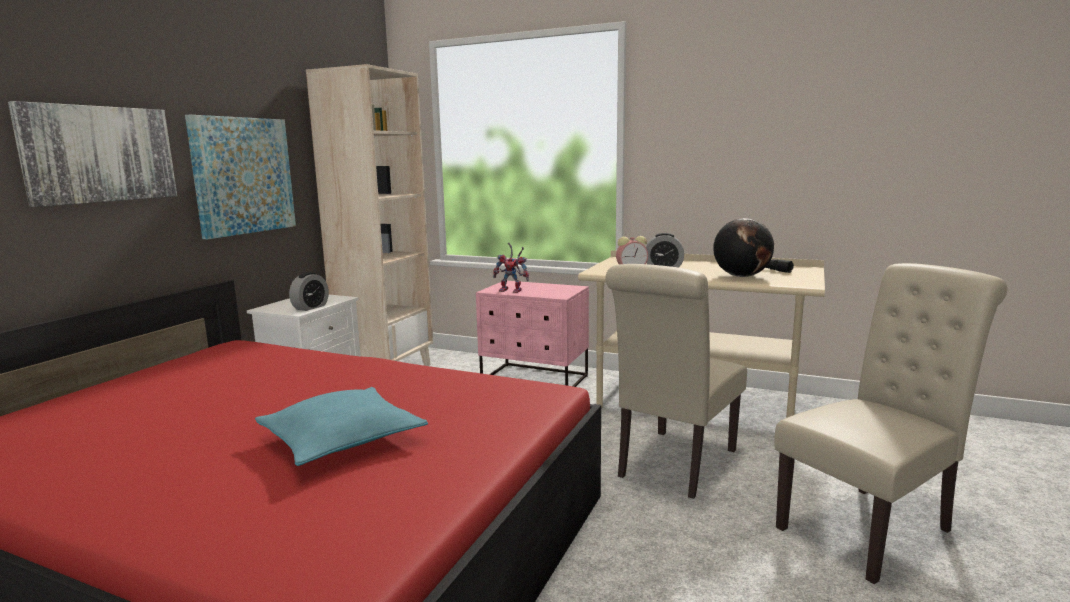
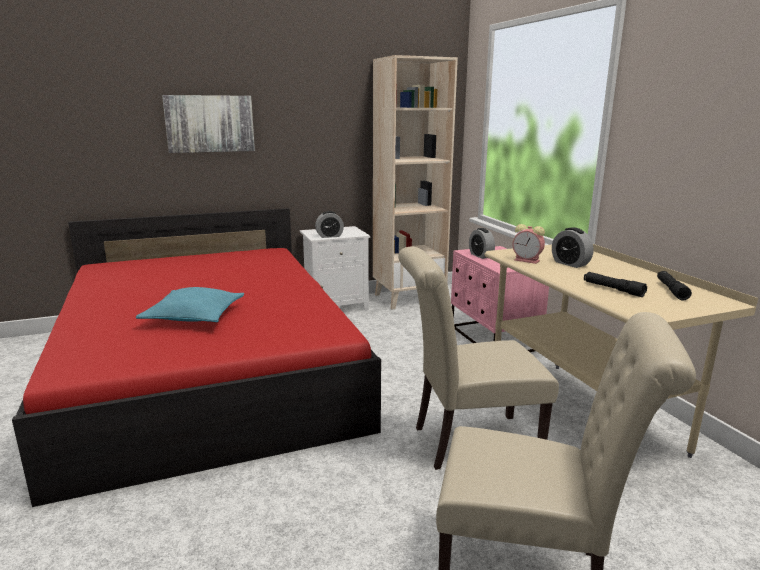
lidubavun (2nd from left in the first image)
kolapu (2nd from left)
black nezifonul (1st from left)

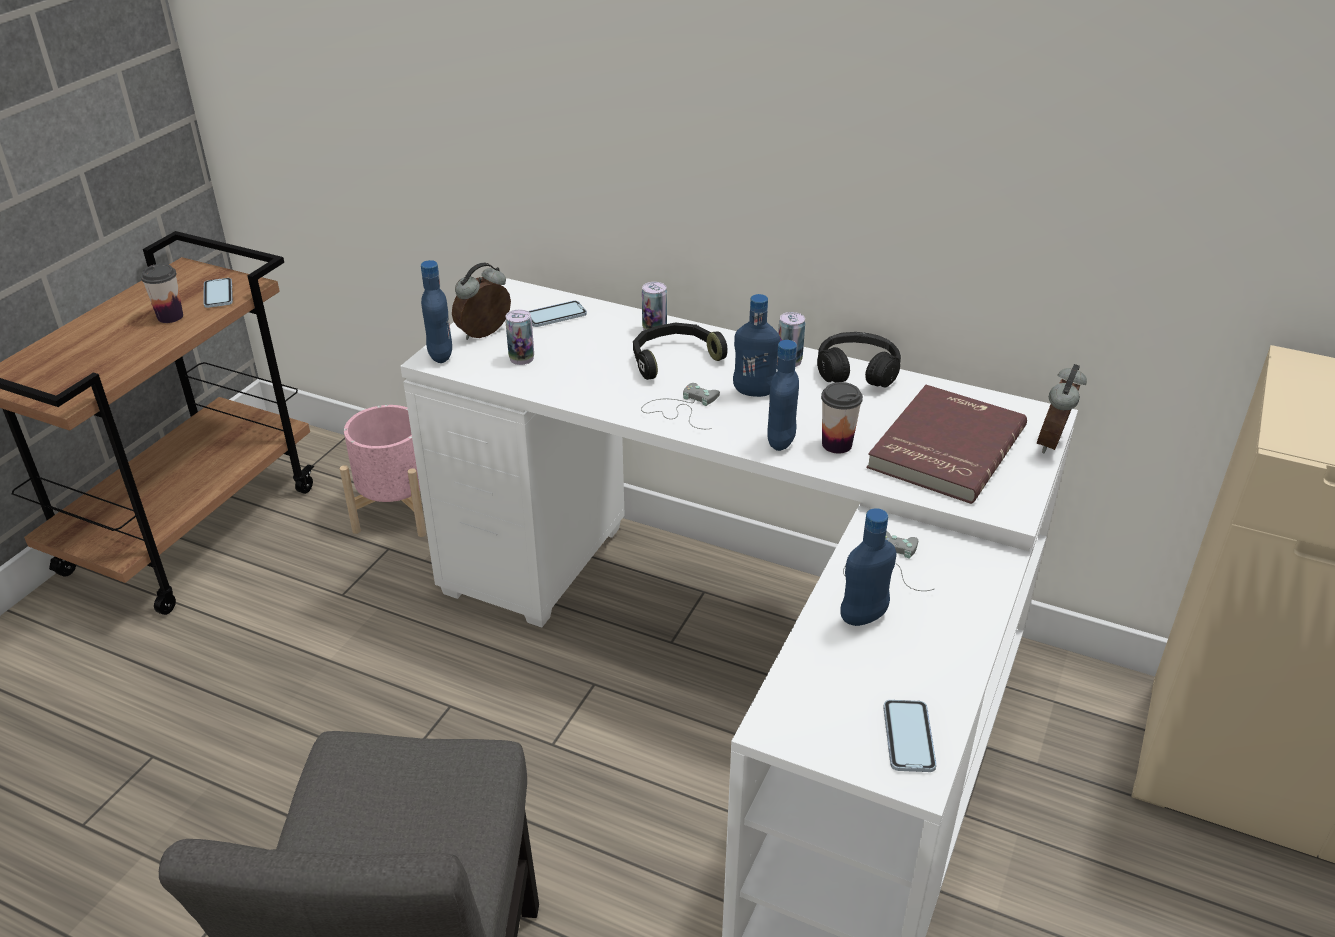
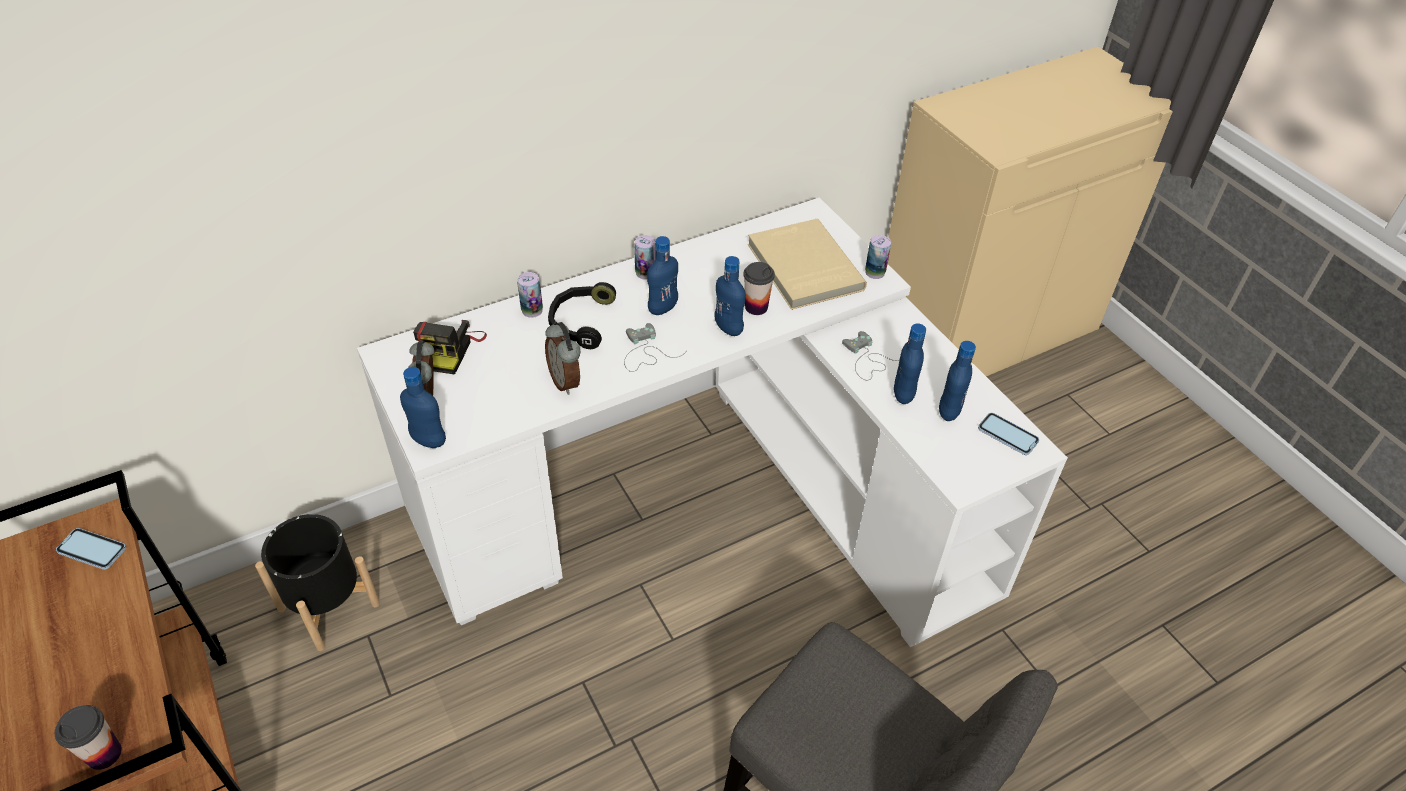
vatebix (1st from left)
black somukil
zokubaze (3rd from left)
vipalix
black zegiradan (2nd from left in the first image)
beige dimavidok
kolapu (2nd from left)
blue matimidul (5th from left)

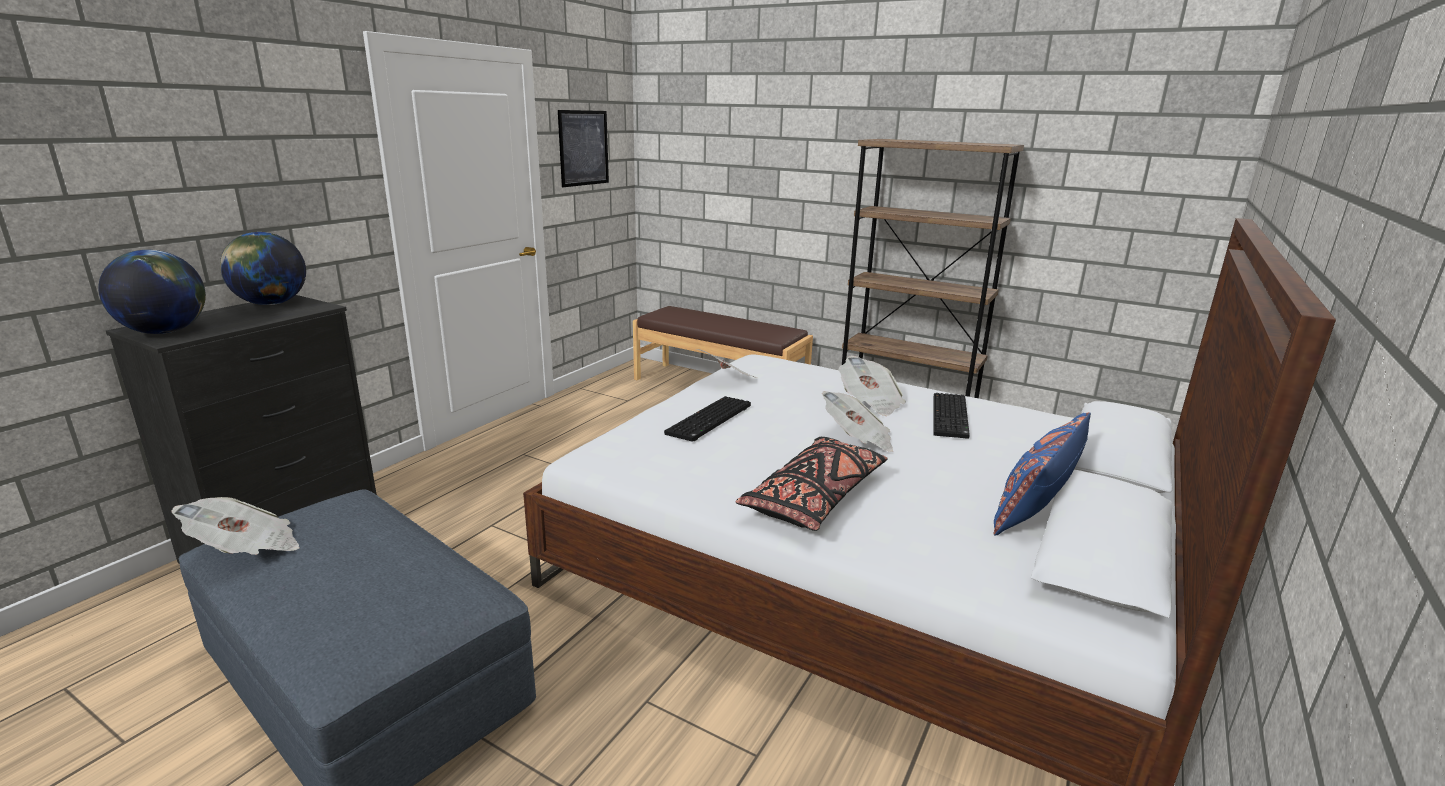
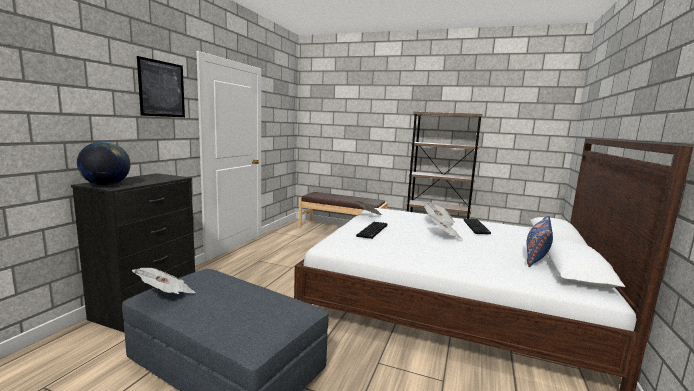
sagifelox (2nd from left in the first image)
lidubavun
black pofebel

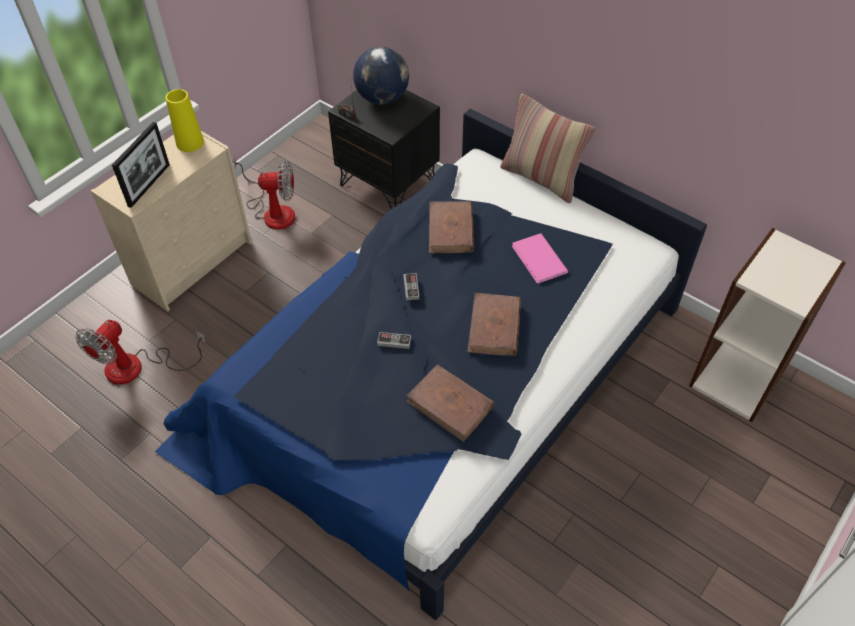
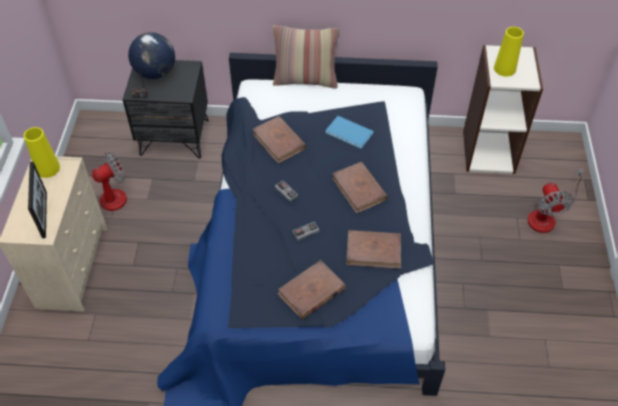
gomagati (2nd from left)
blue dimavidok
brown dimavidok (2nd from left)
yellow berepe (2nd from left)

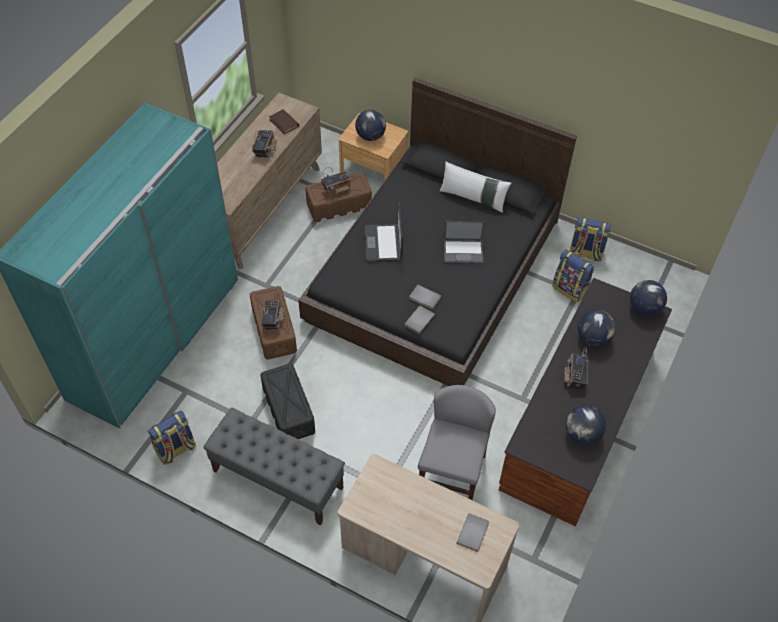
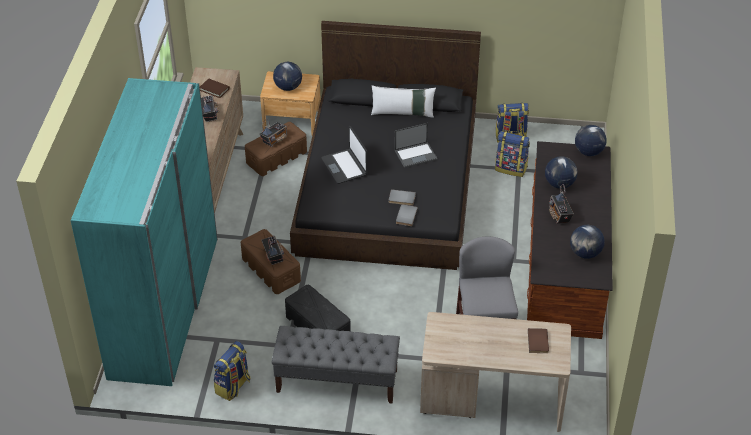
brown dimavidok (2nd from left)

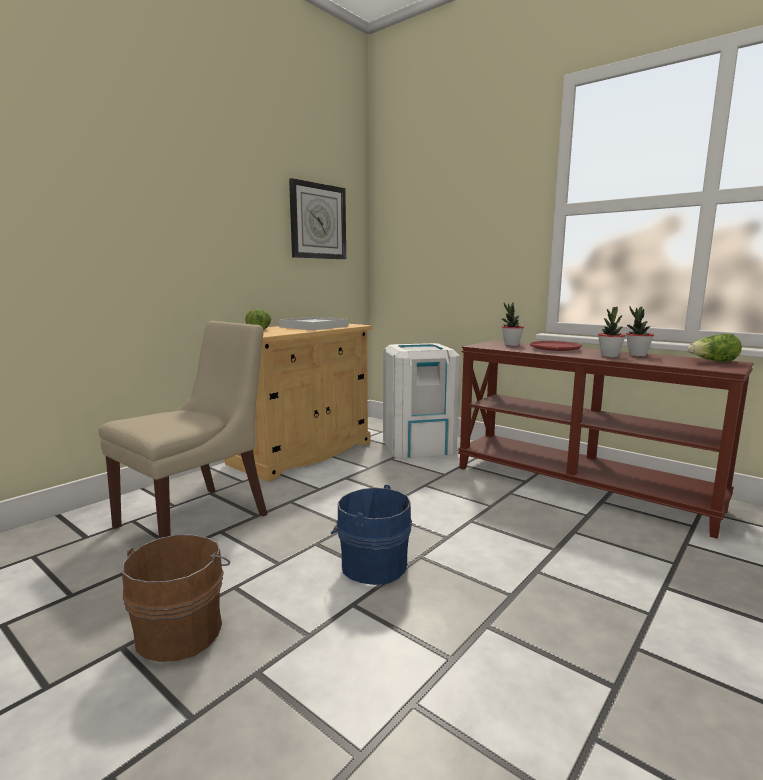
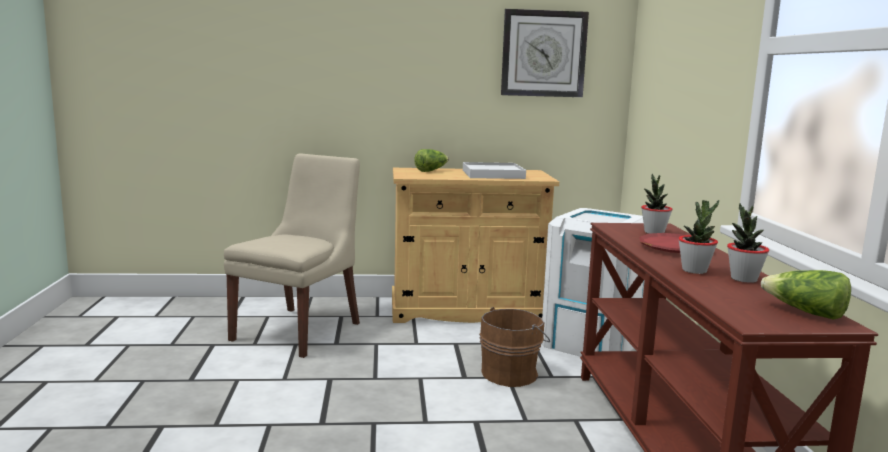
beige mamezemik
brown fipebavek
blue fipebavek

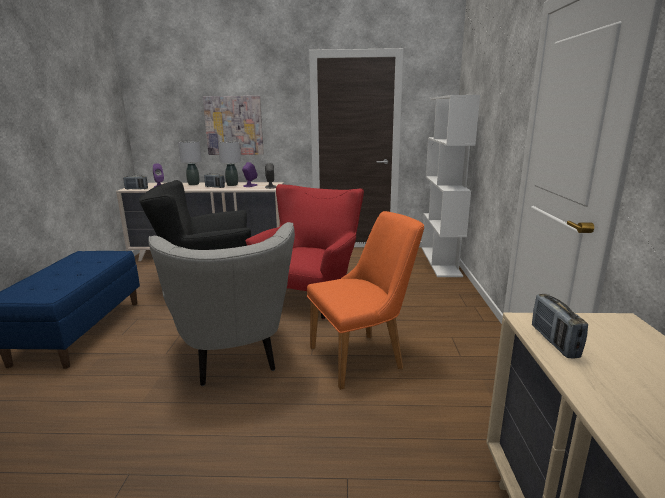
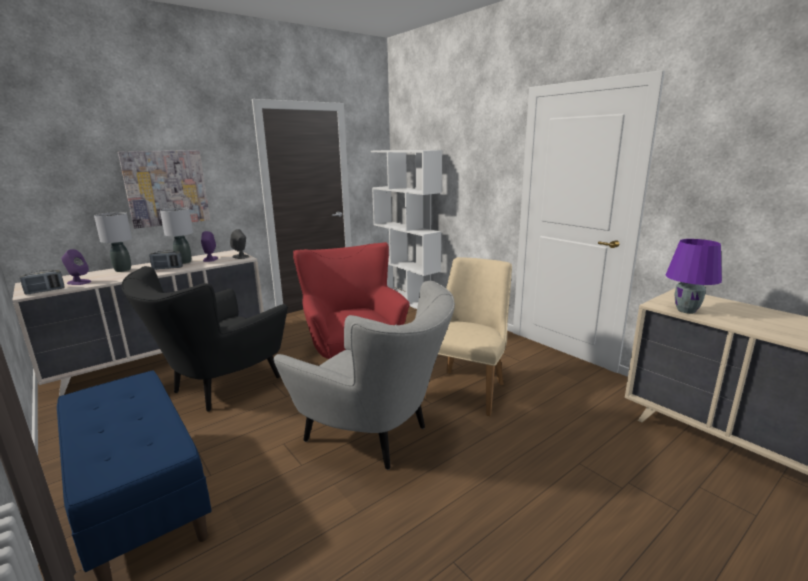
beige mamezemik
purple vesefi

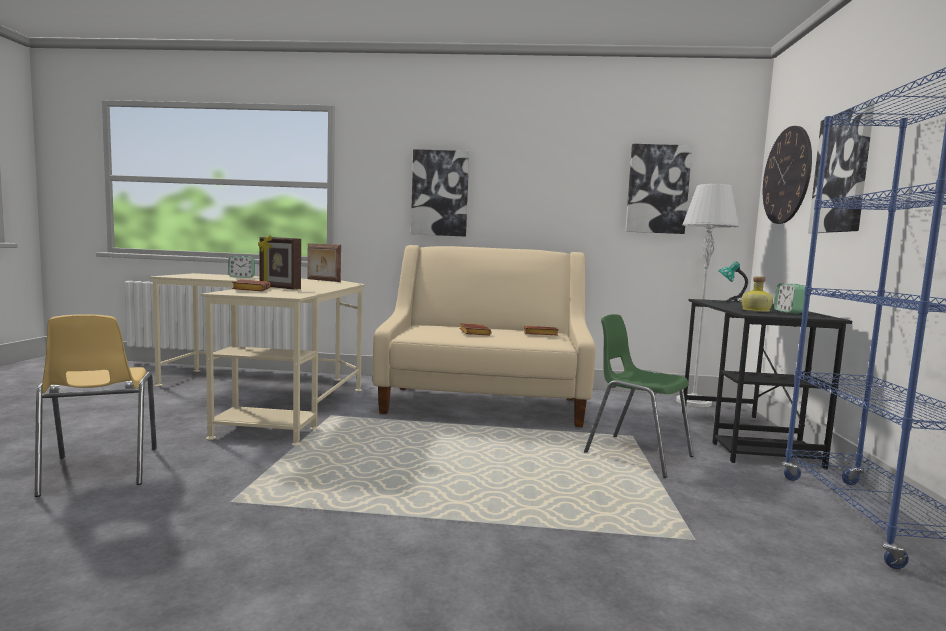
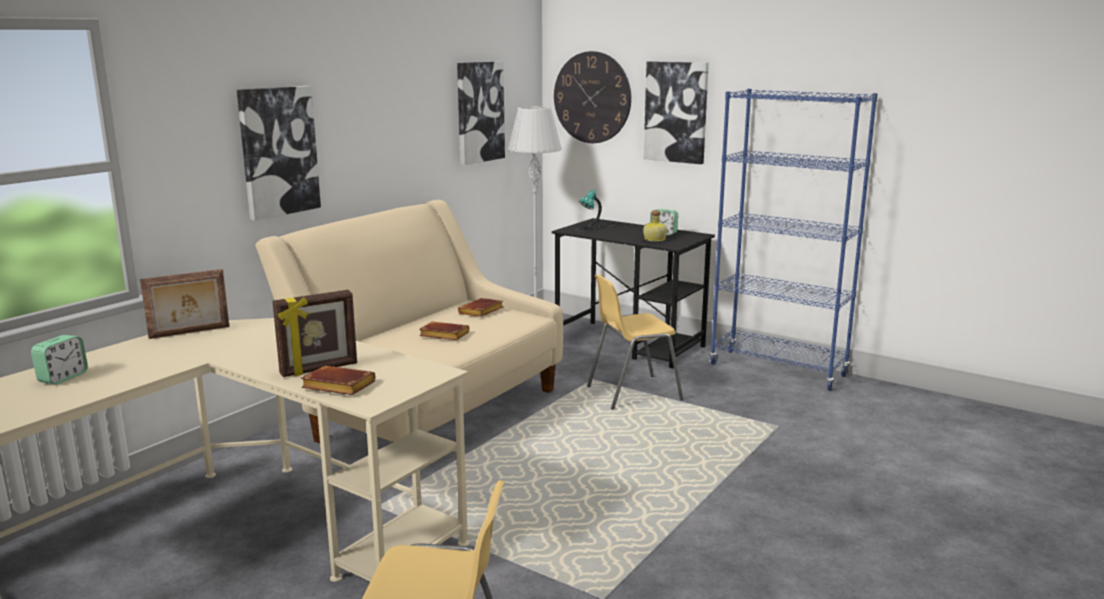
yellow mamezemik (2nd from left)

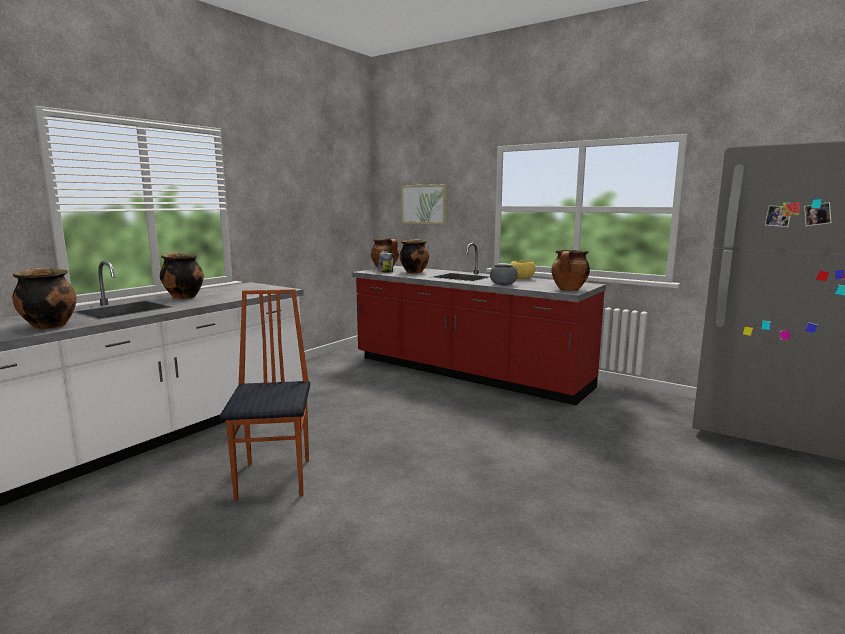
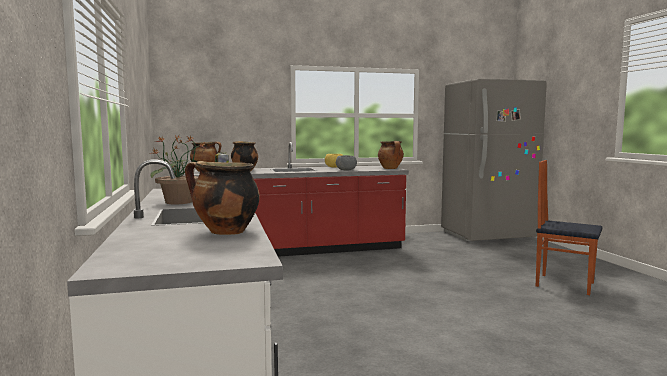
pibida
mamezemik
lidubavun

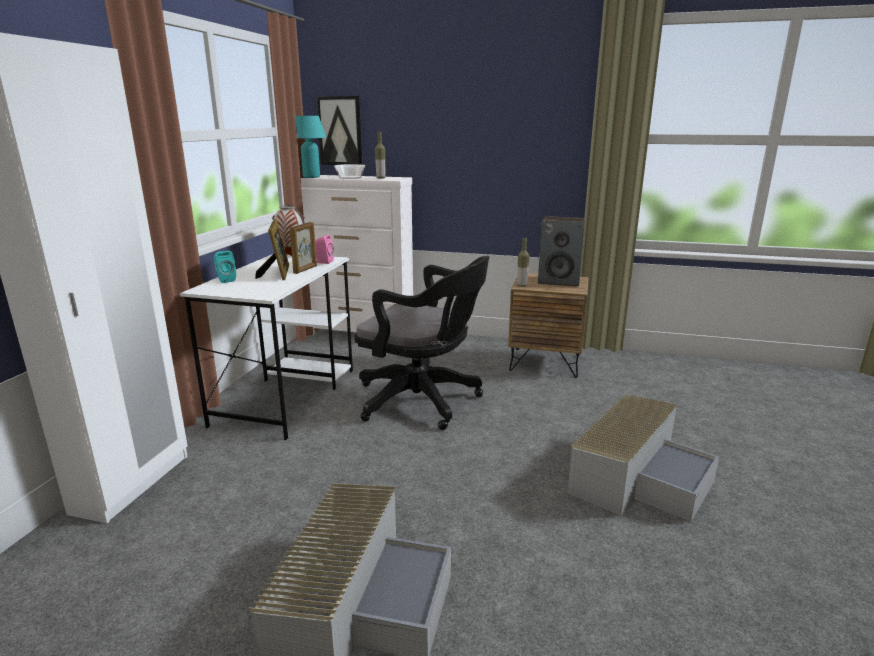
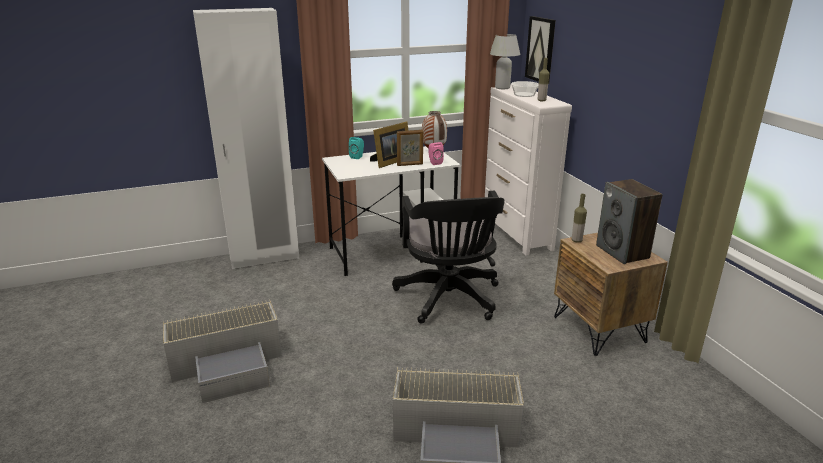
white vesefi

